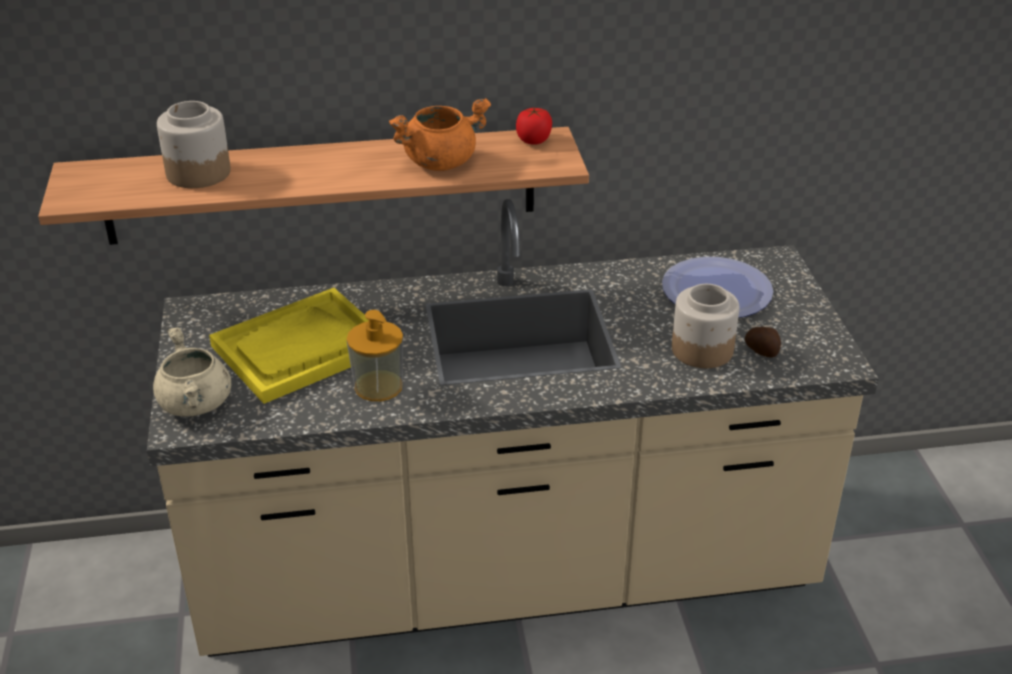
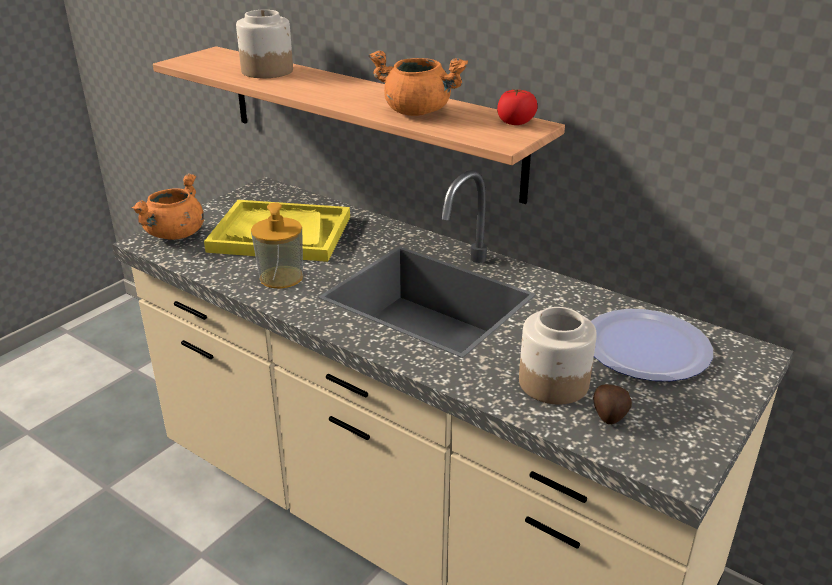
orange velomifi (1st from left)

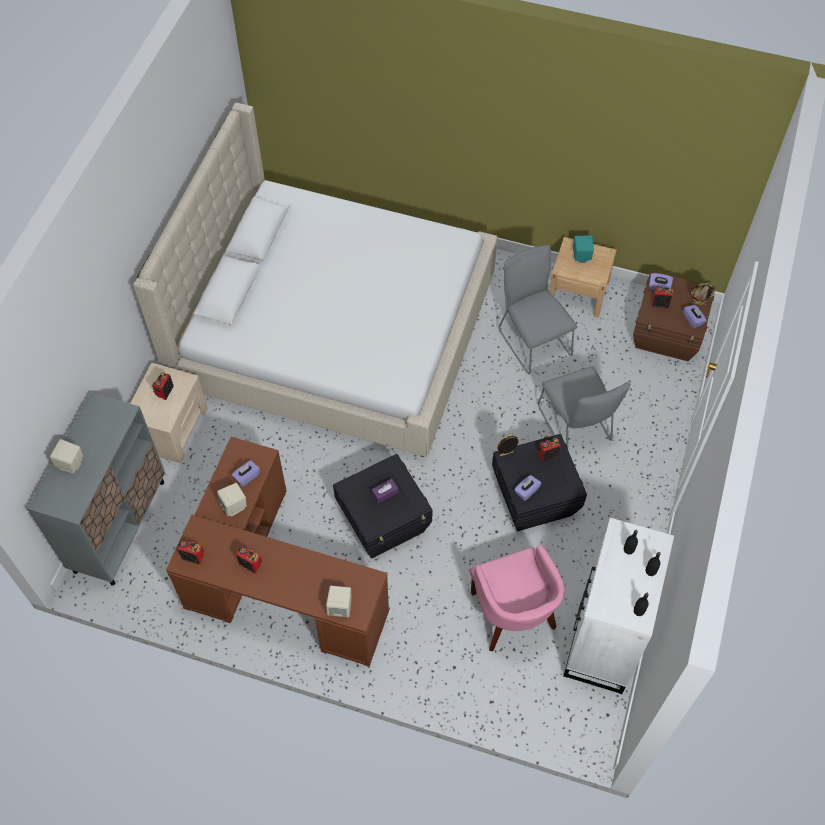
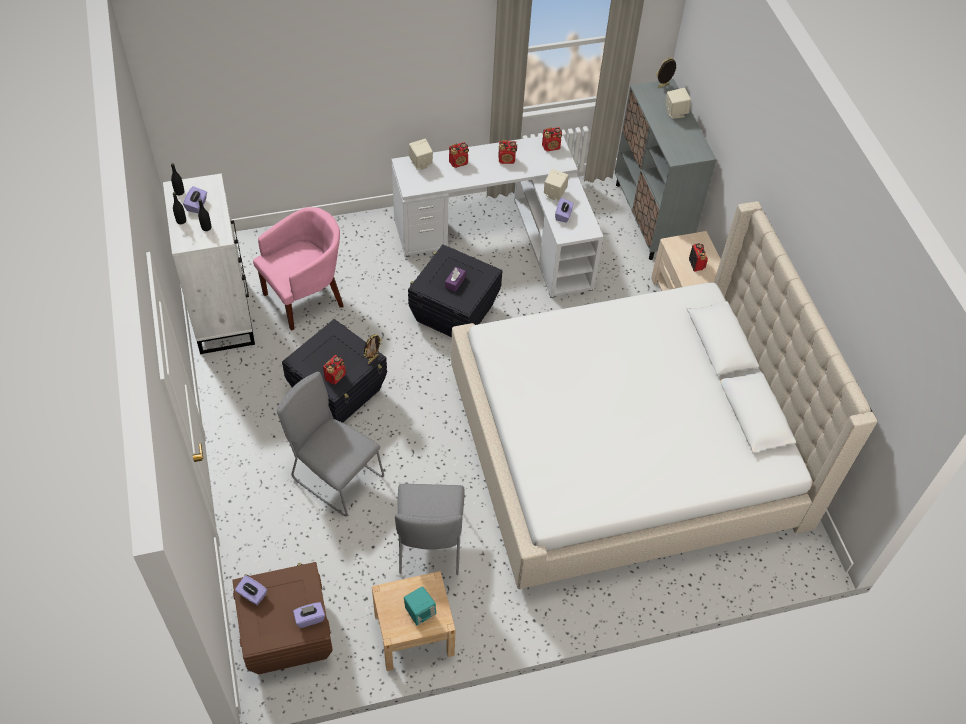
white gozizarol
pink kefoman
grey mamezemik (2nd from left)
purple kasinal (1st from left)
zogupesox (2nd from left)
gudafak (2nd from left)

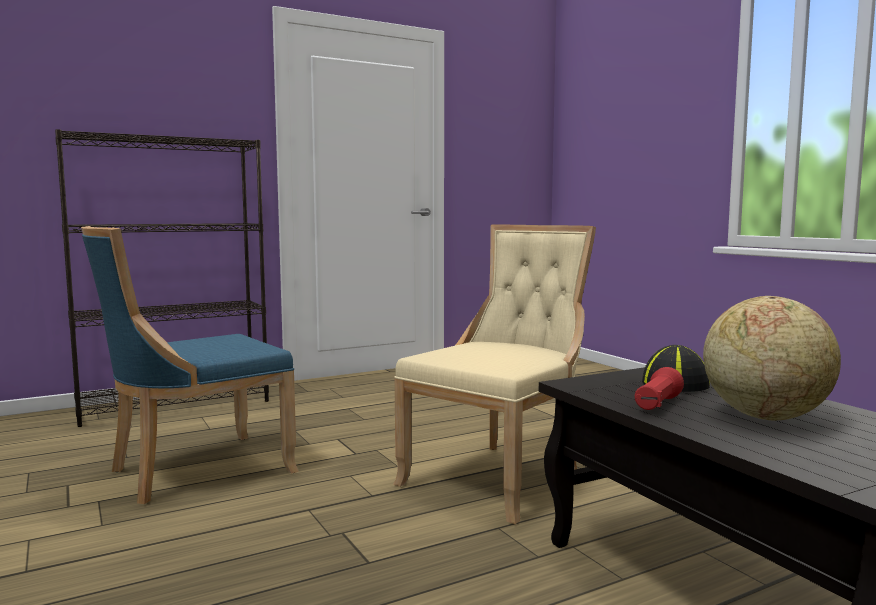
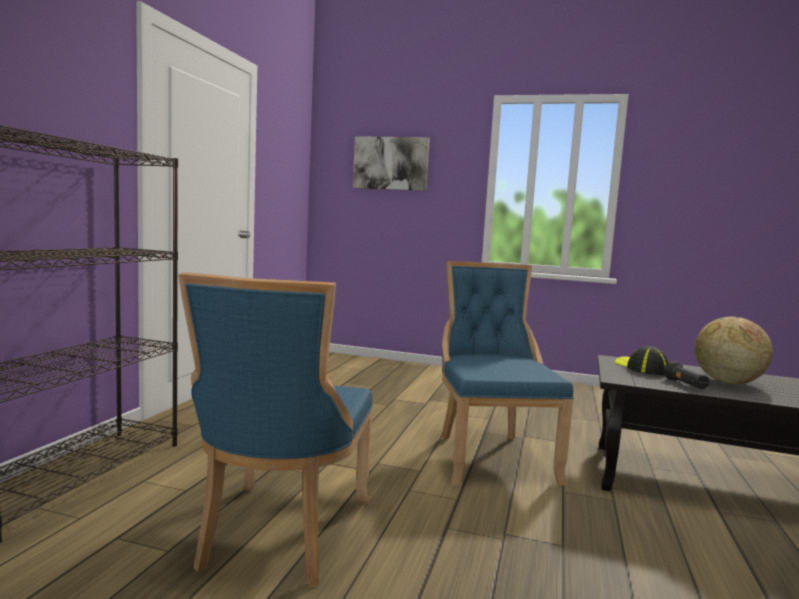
blue mamezemik (2nd from left)
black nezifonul
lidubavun

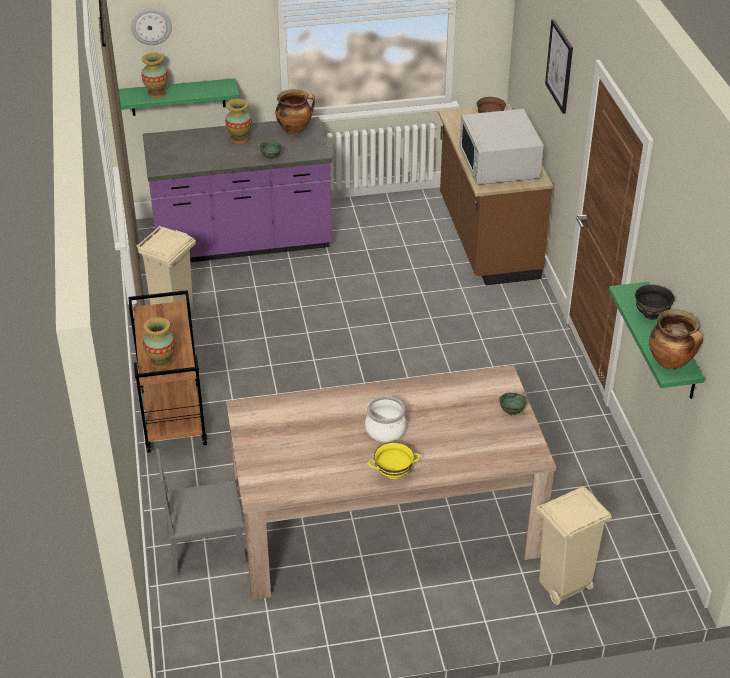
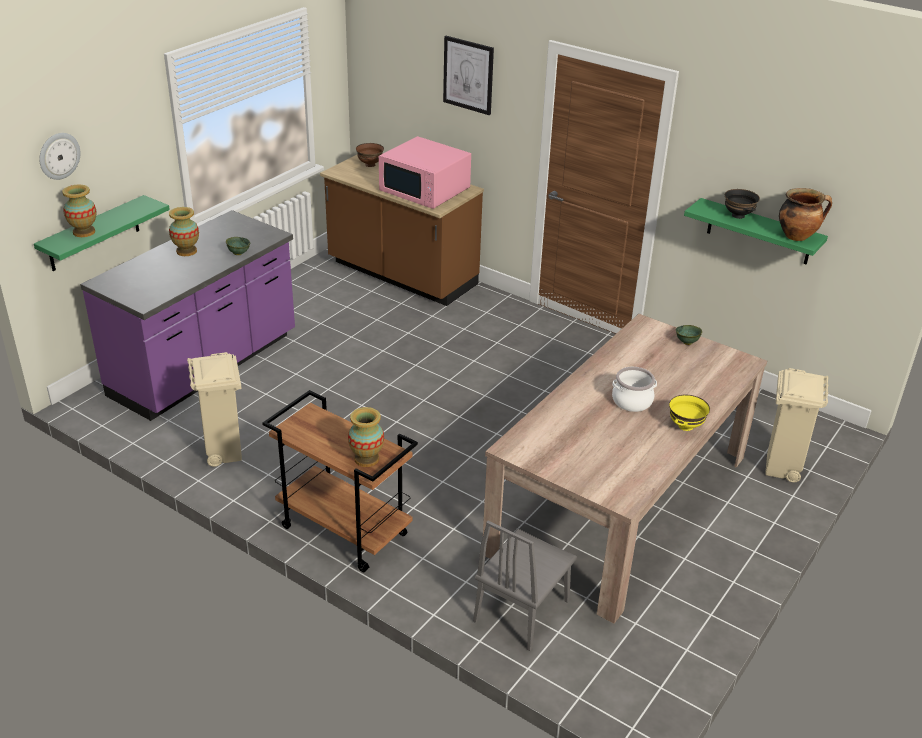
velomifi (1st from left in the first image)
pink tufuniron

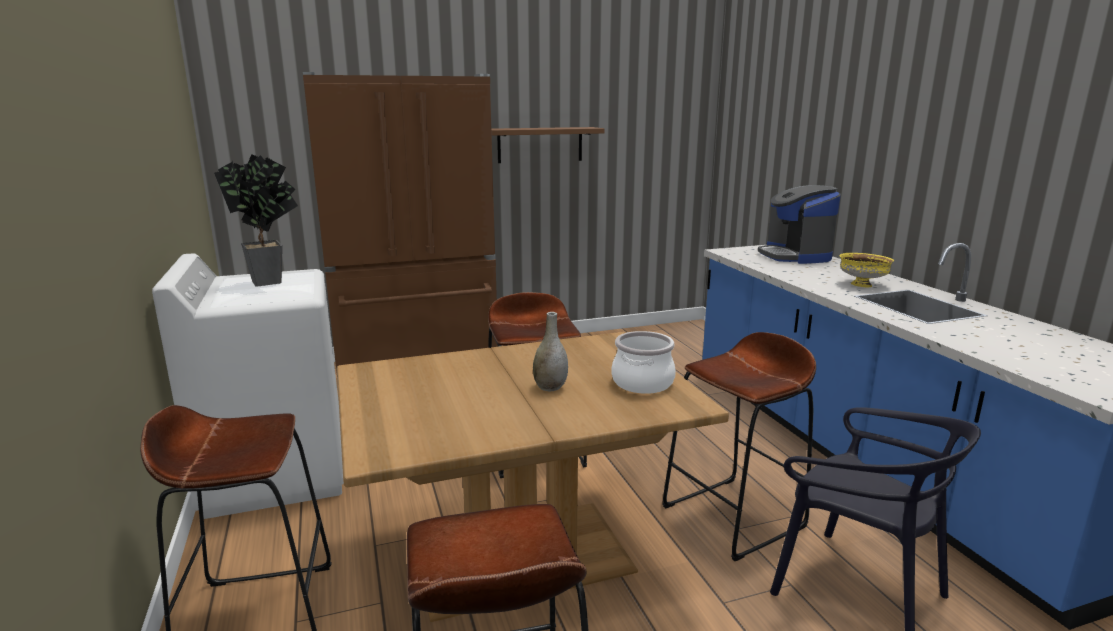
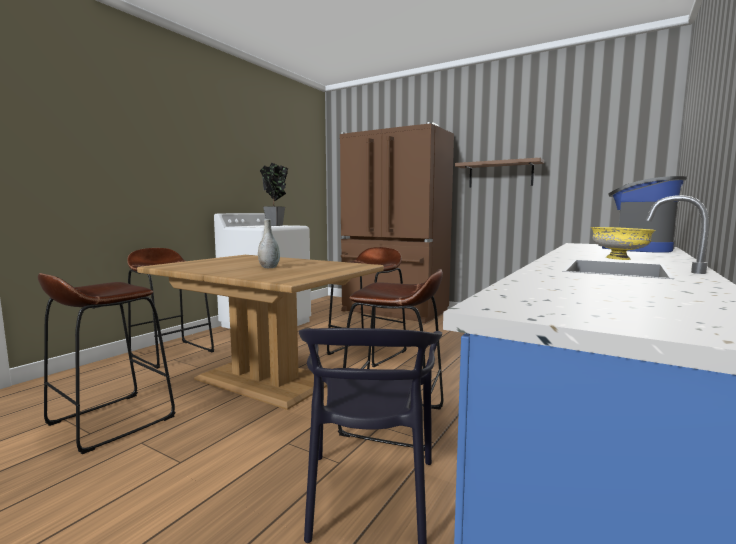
velomifi

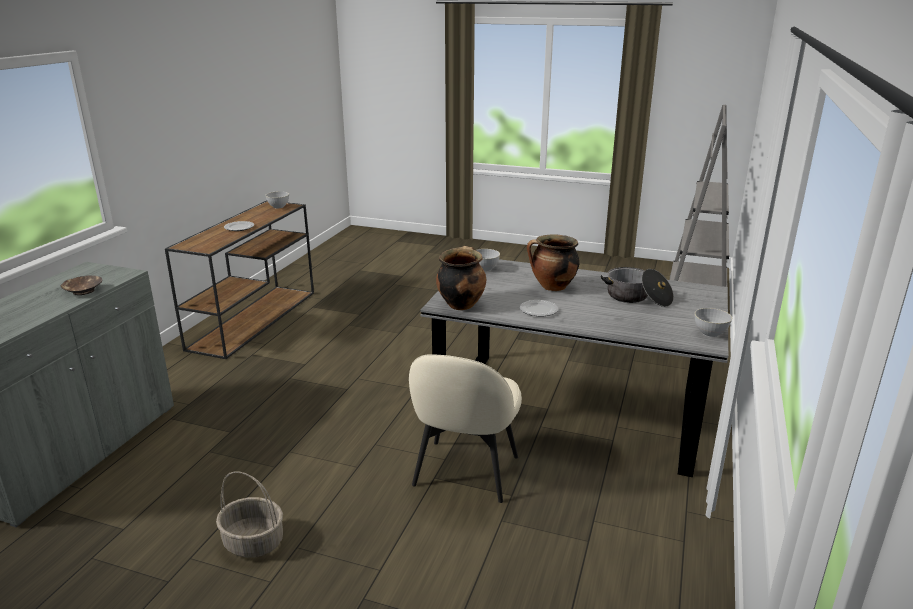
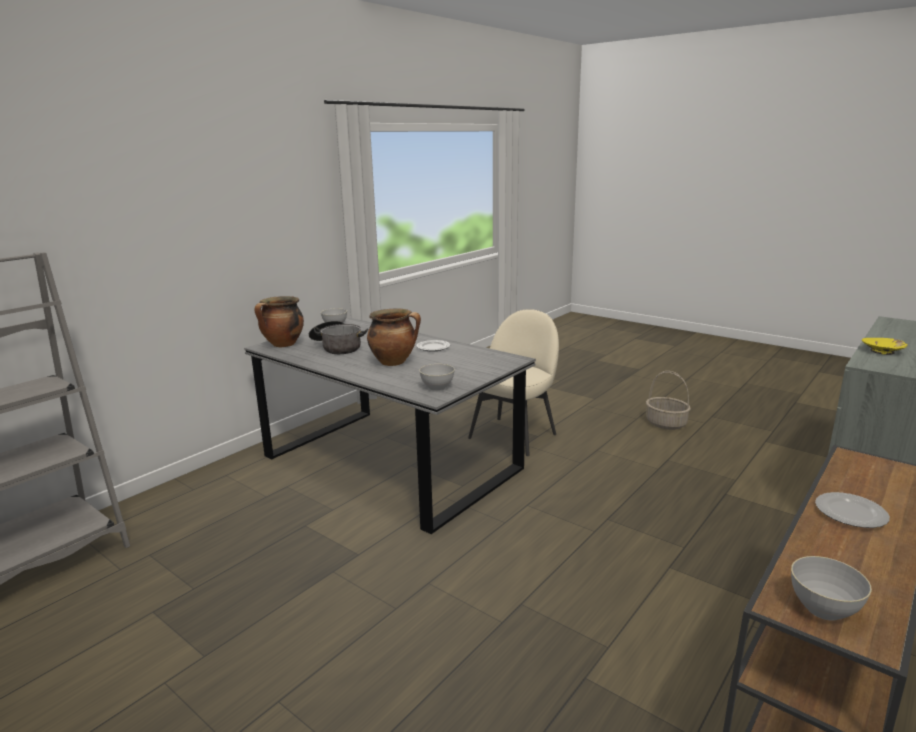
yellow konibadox
velomifi (1st from left)

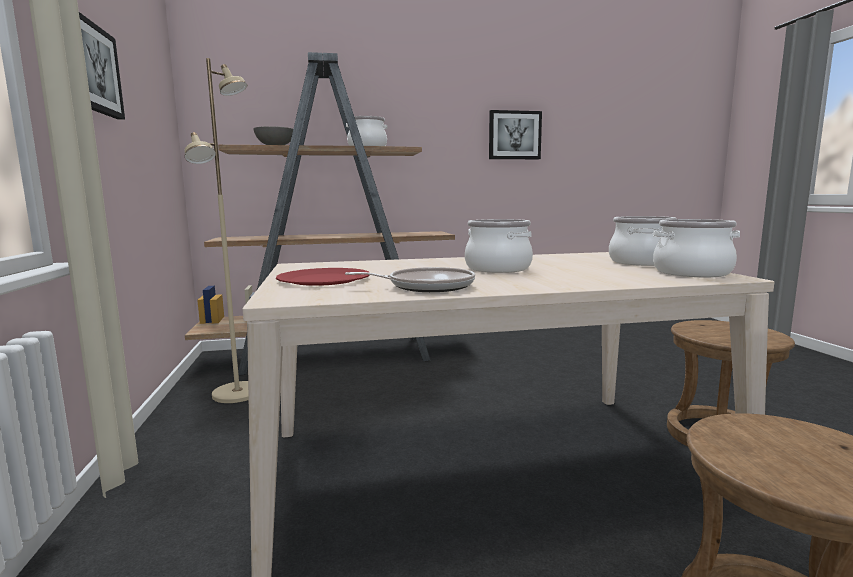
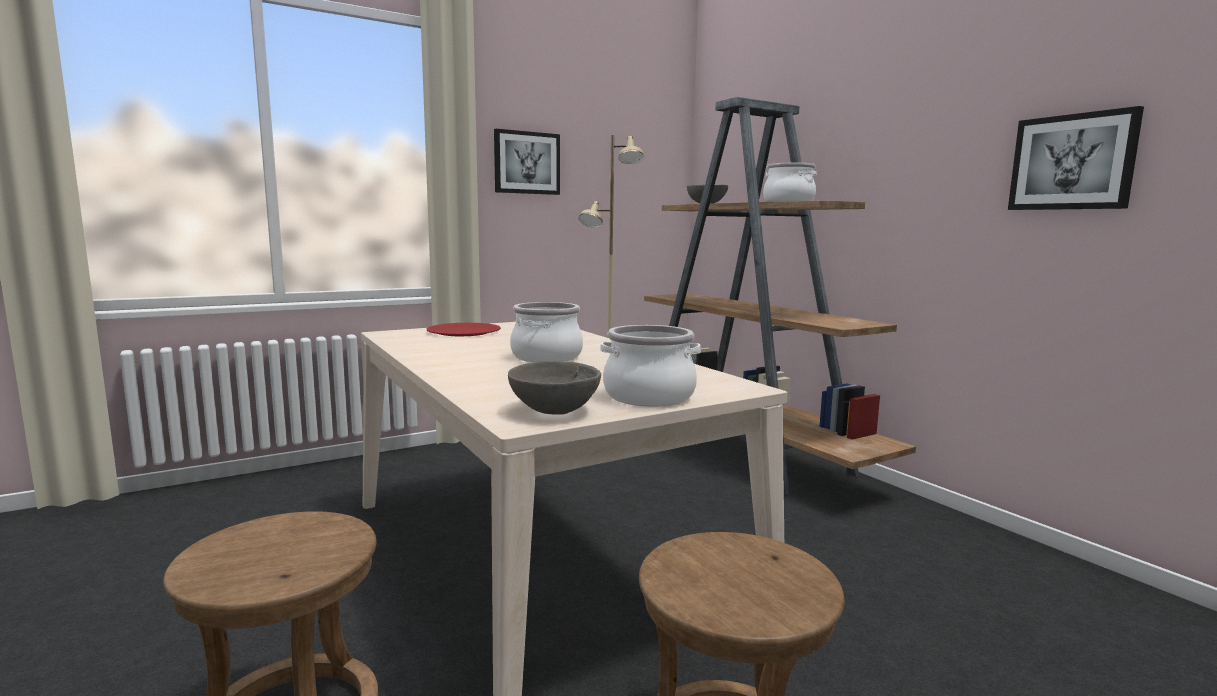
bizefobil
grey konibadox (1st from left)

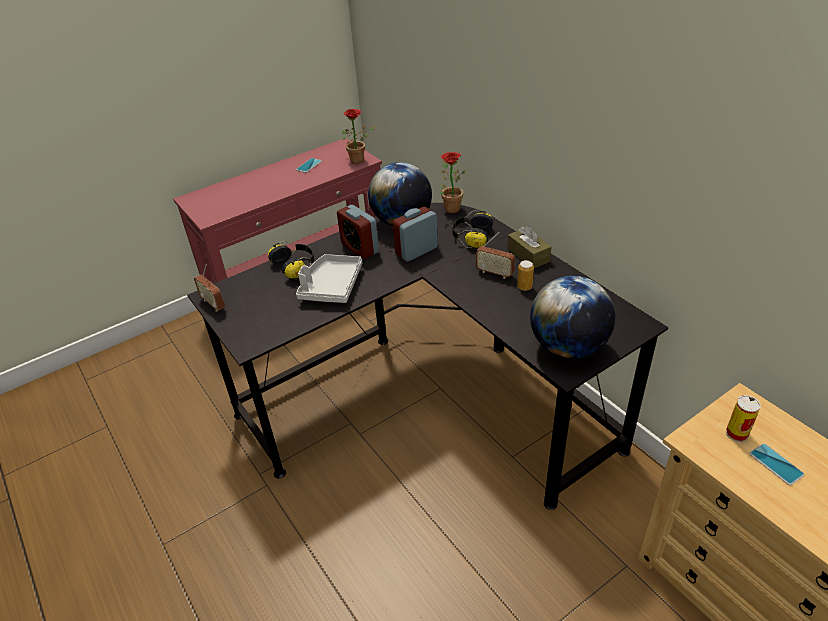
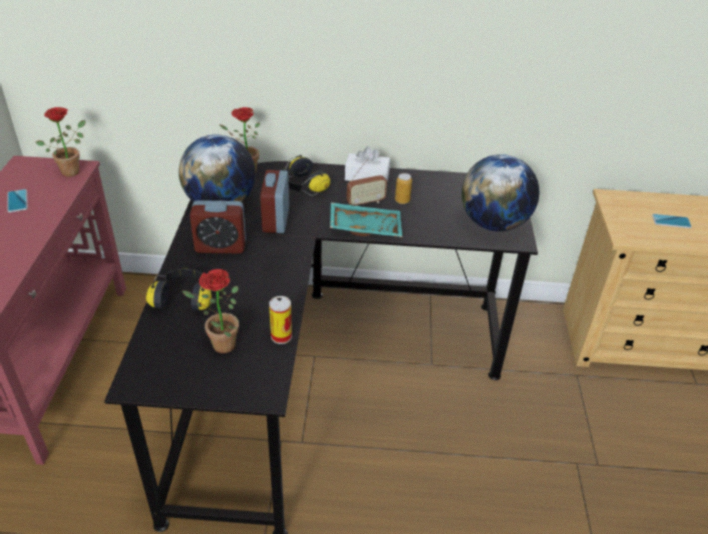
zogupesox (1st from left in the first image)
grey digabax
white kasinal
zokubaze (1st from left)
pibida (2nd from left)
turquoise digabax

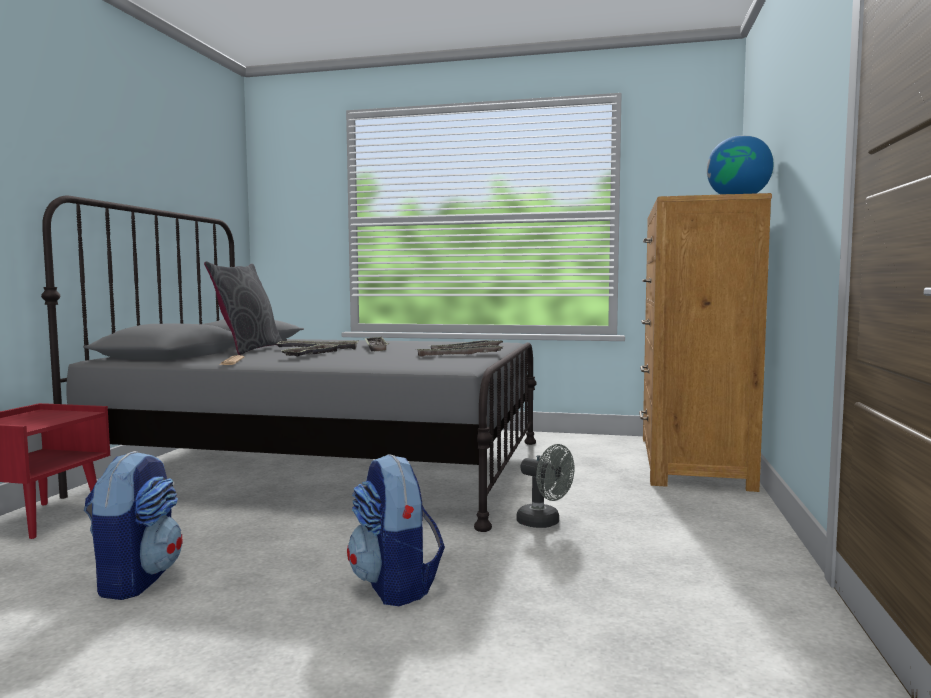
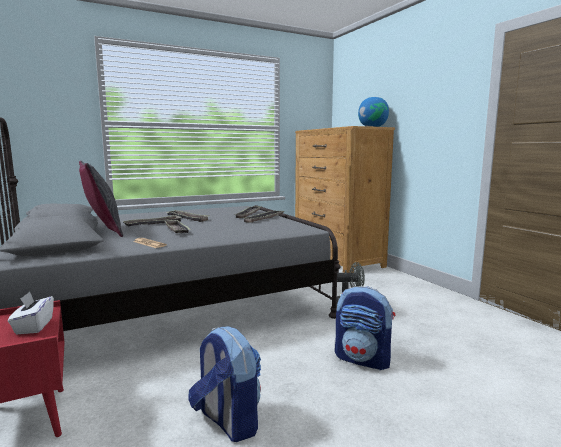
white kasinal

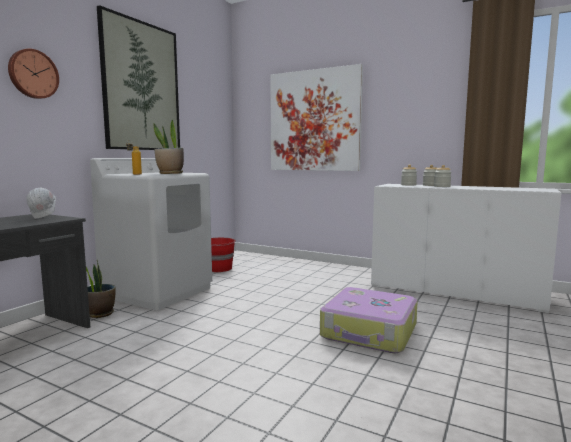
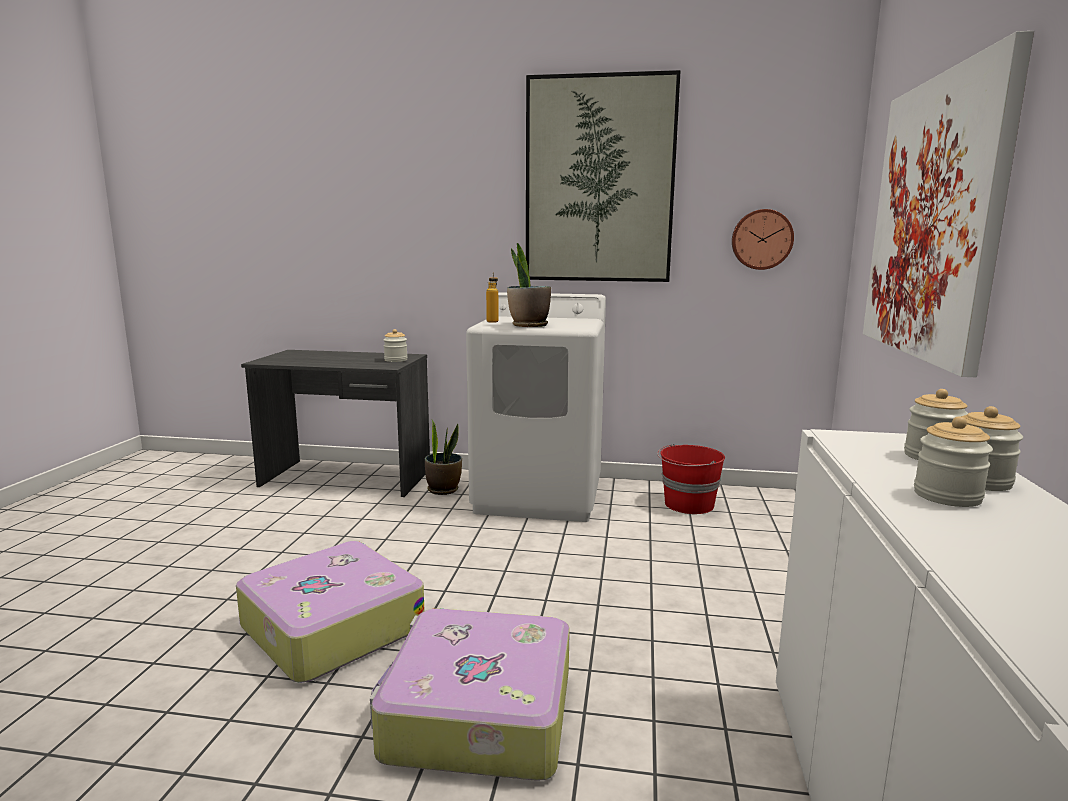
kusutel
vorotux (1st from left)
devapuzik (1st from left)

